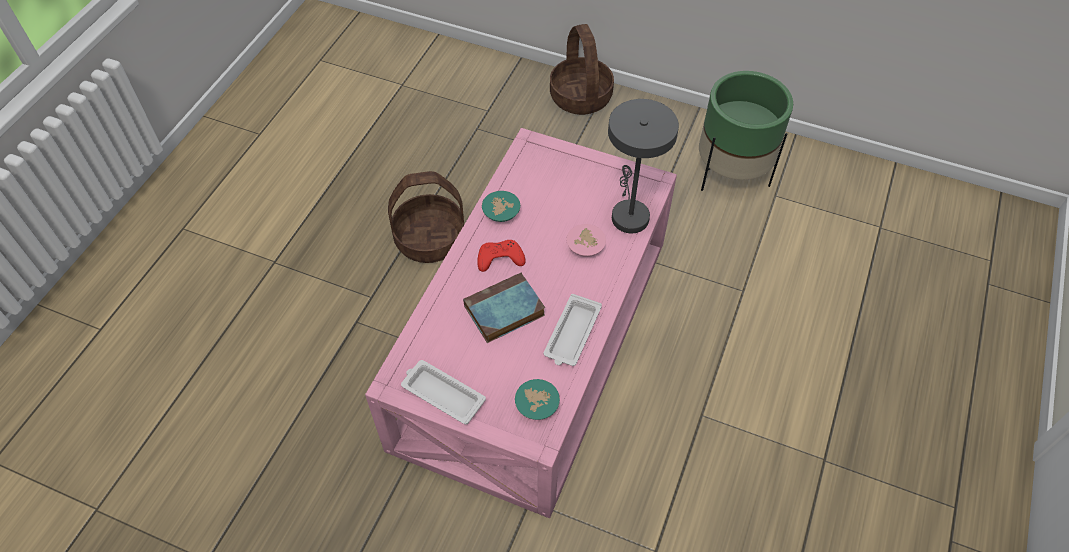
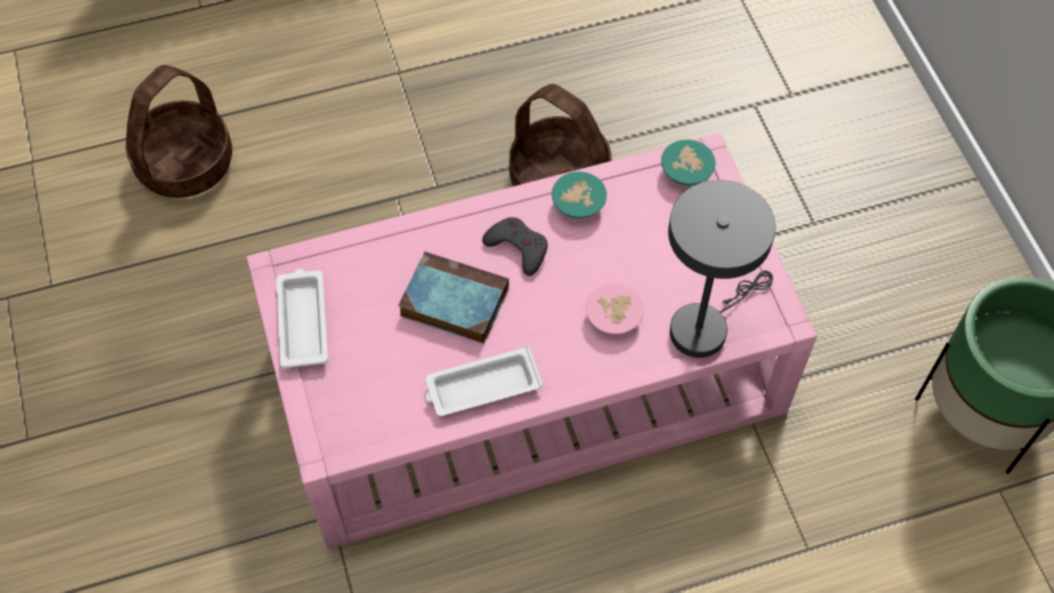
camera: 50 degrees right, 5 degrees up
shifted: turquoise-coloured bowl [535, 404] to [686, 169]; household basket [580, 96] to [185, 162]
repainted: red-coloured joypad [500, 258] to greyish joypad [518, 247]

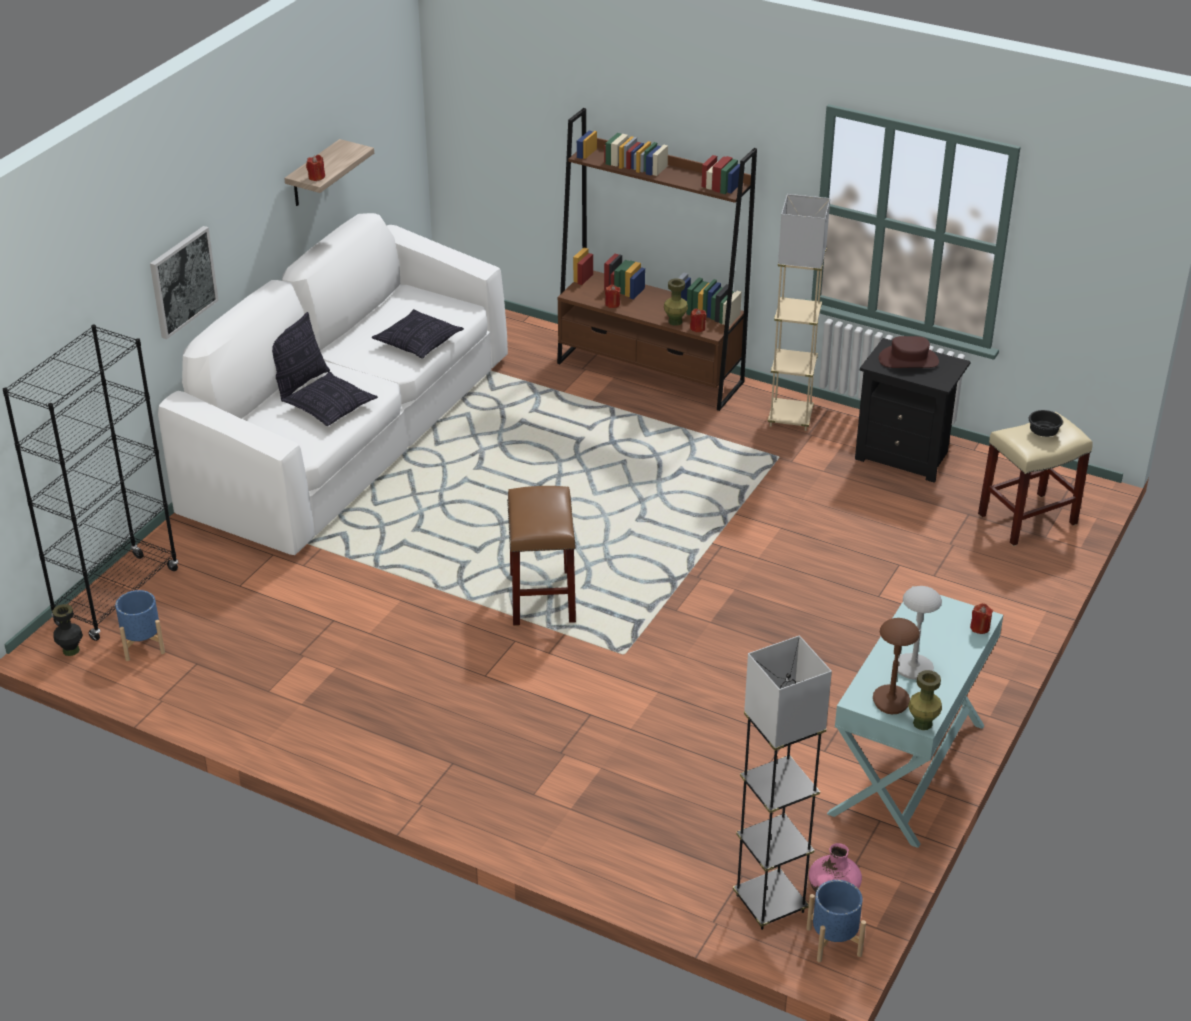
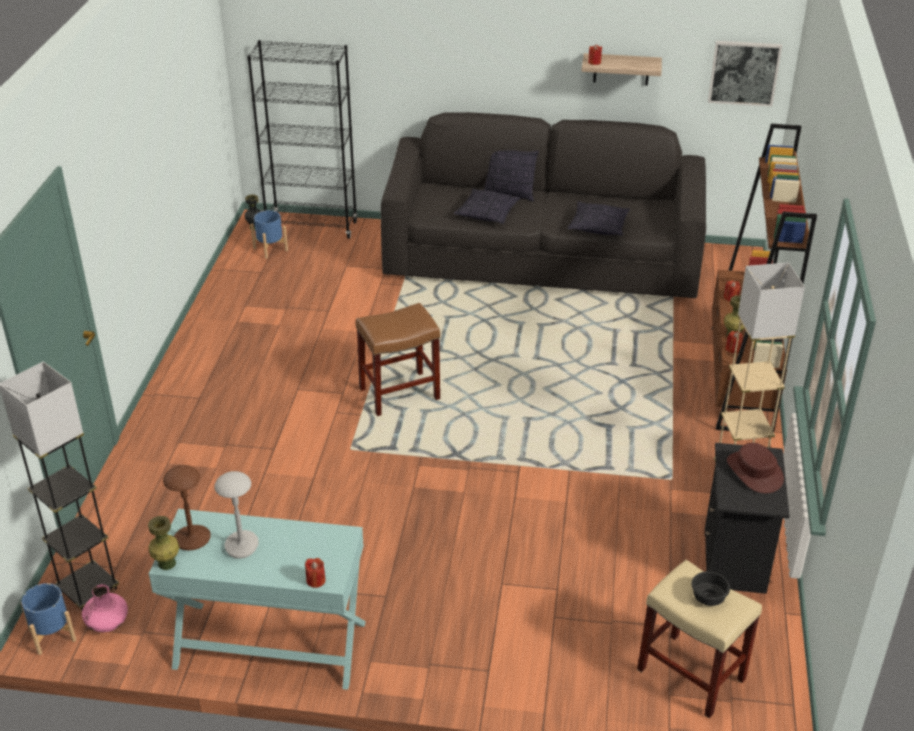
camera: 70 degrees right, 0 degrees up
shifted: wall picture [182, 281] to [744, 73]
repainted: white settee [351, 434] to black-coloured settee [542, 261]

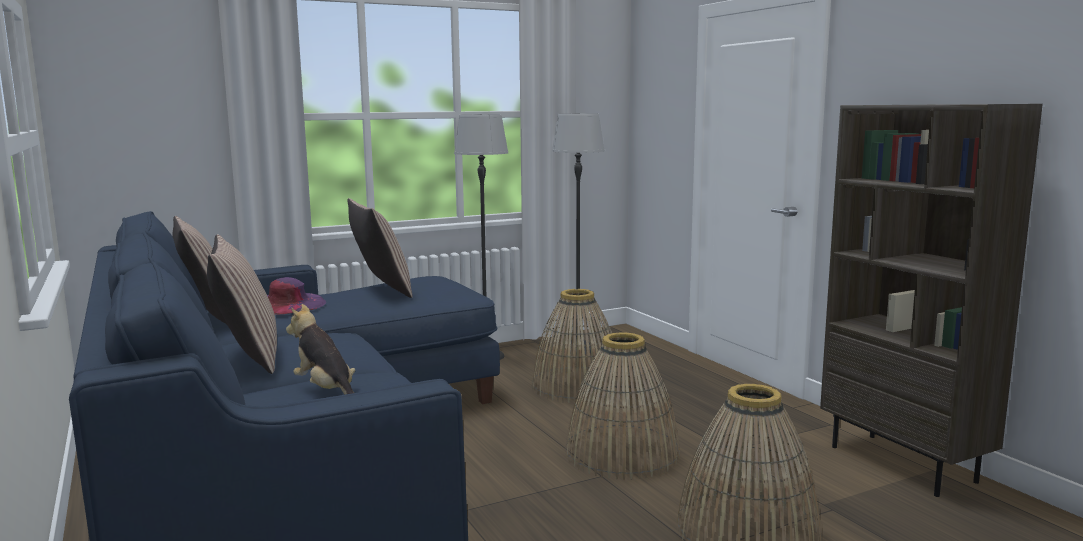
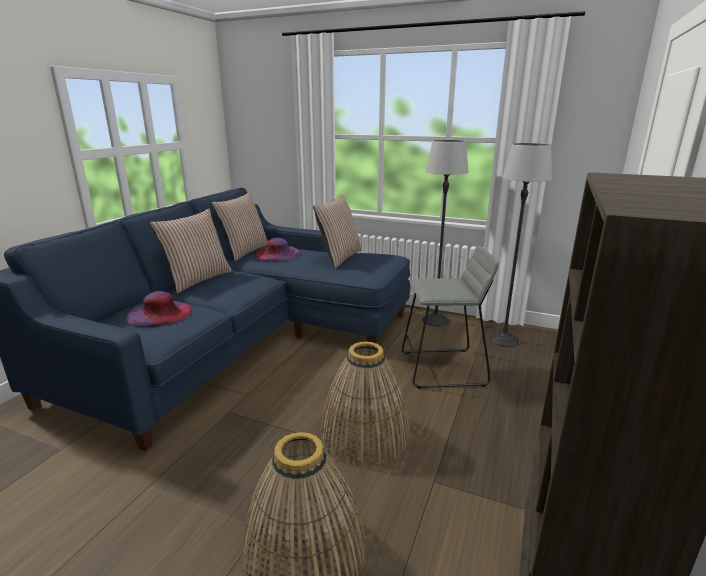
camera: 50 degrees right, 10 degrees up
swapped: cuddly toy [326, 391] to purple-coloured hat [160, 313]; household basket [577, 386] to greyish stool [443, 368]

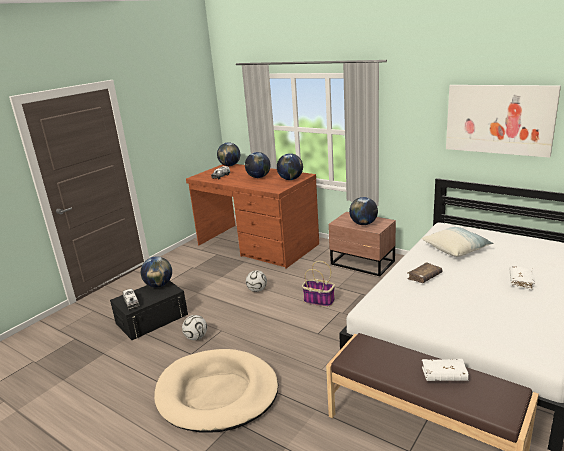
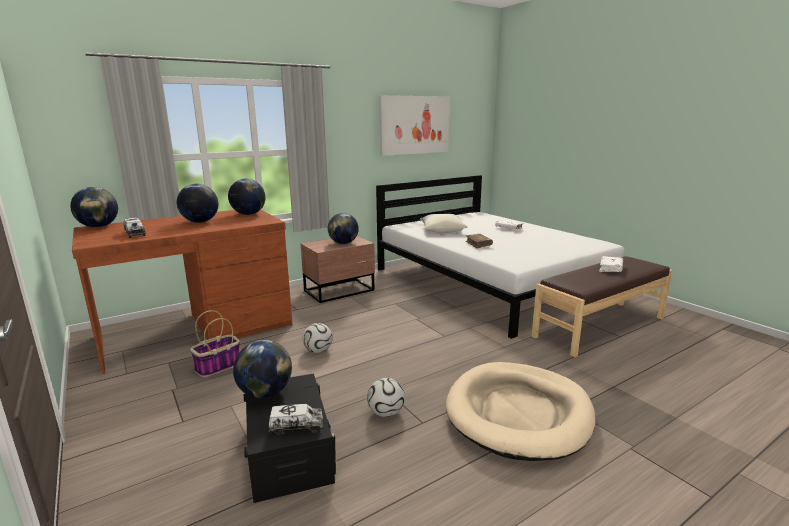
camera: 70 degrees left, 5 degrees down
shifted: household basket [318, 301] to [218, 367]

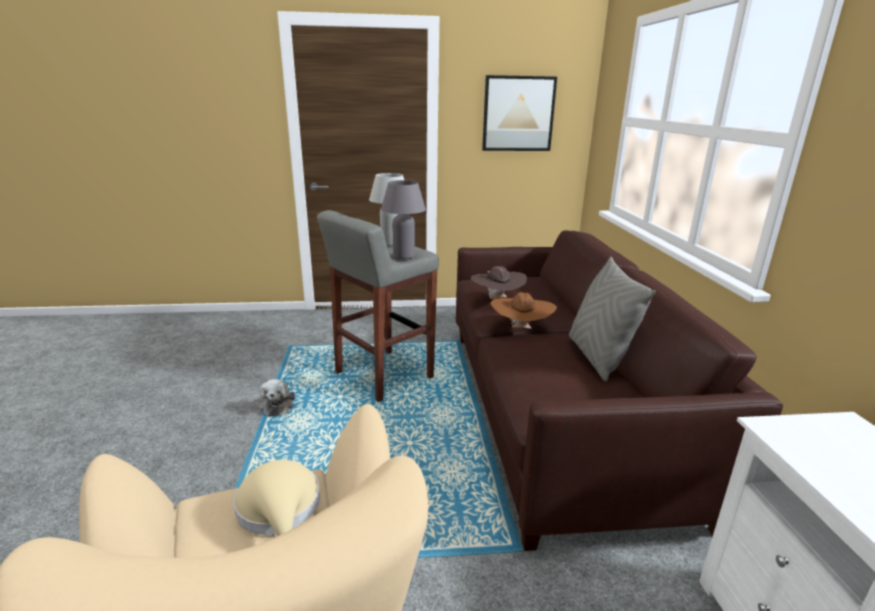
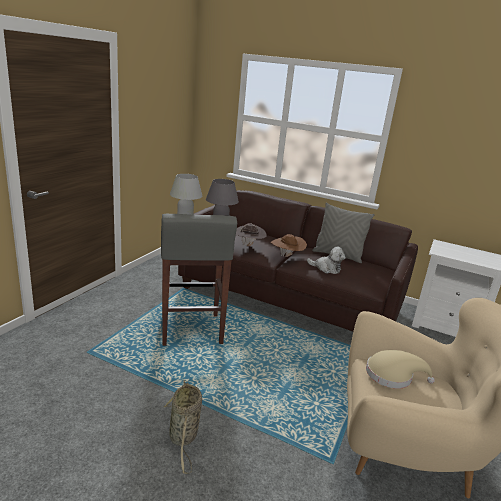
camera: 60 degrees left, 0 degrees up
gone: wall picture [518, 114]
new: household basket [183, 438]
shifted: cuddly toy [277, 406] to [326, 268]

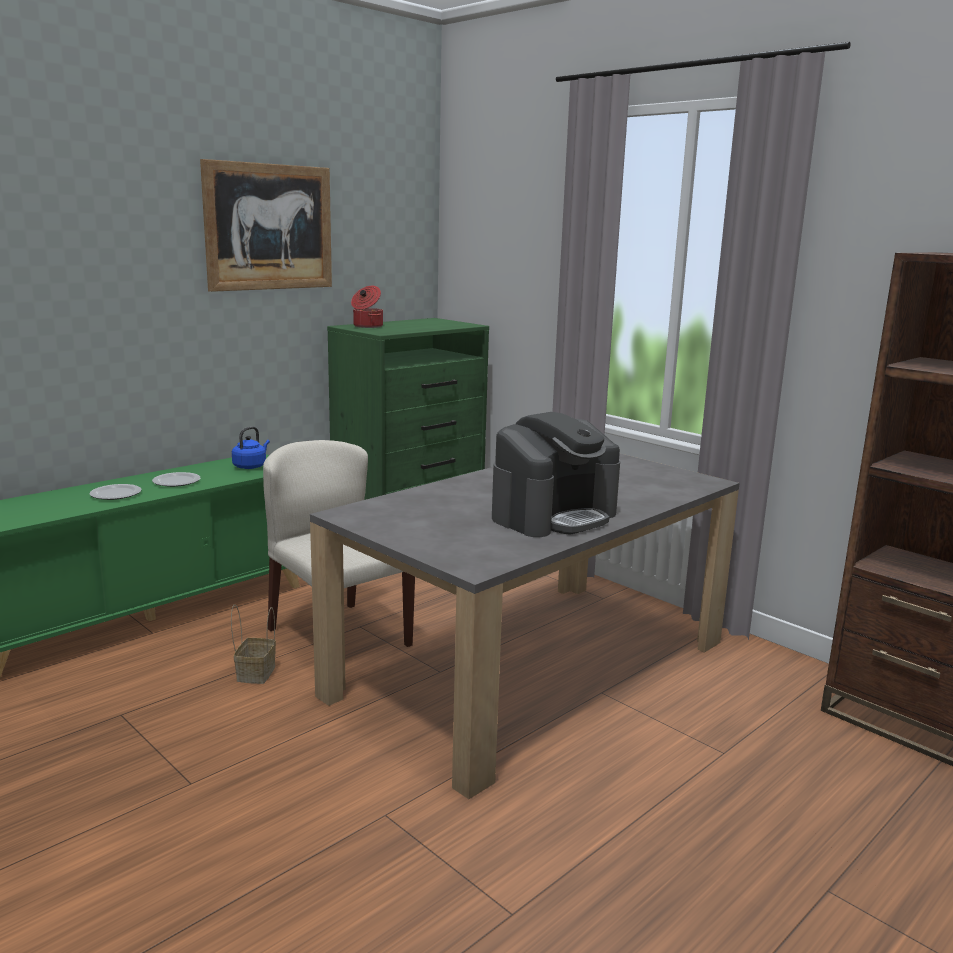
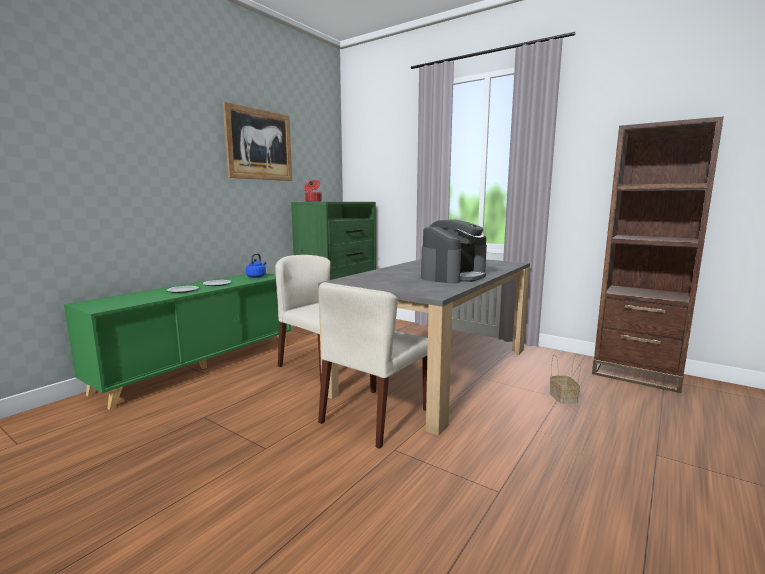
camera: 10 degrees left, 5 degrees down
new: beige-coloured chair [375, 416]
shifted: household basket [255, 672] to [562, 397]

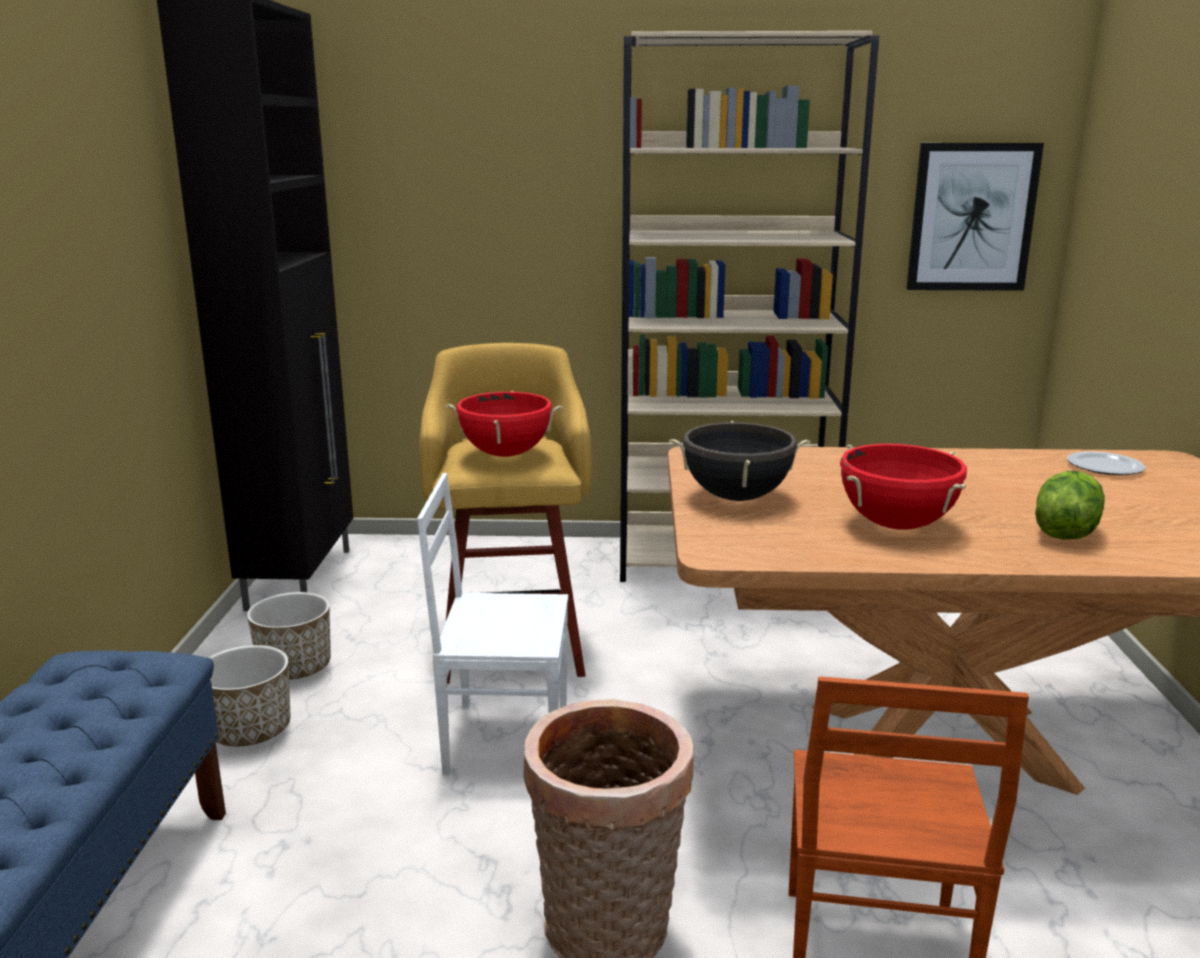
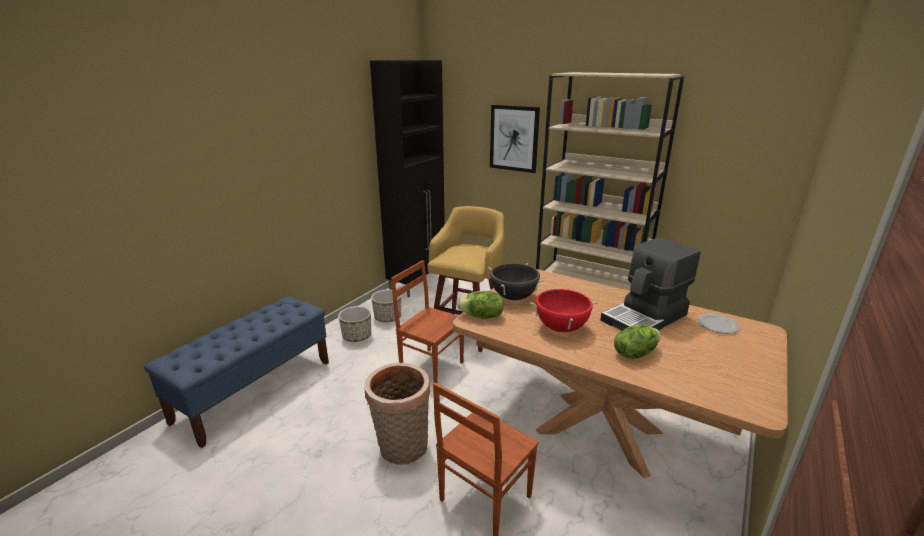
camera: 30 degrees right, 5 degrees up
gone: red-coloured stockpot [505, 454]
new: lettuce [481, 316]; coffee brewer [645, 318]
shifted: wall picture [972, 217] to [514, 138]
repainted: white chair [505, 738] to brown-coloured chair [431, 366]

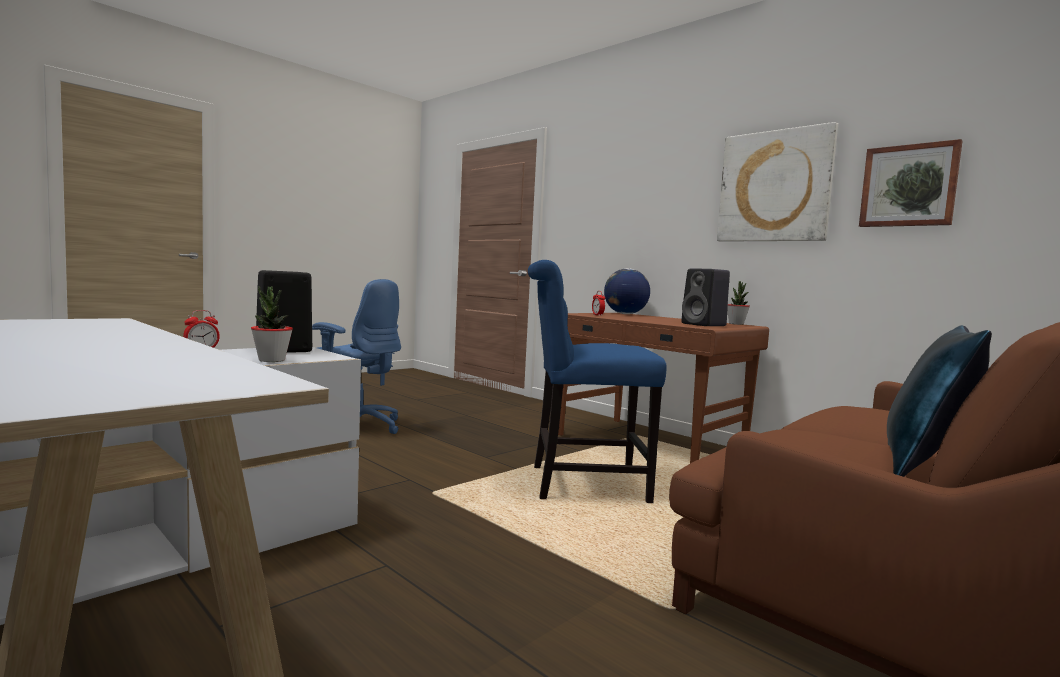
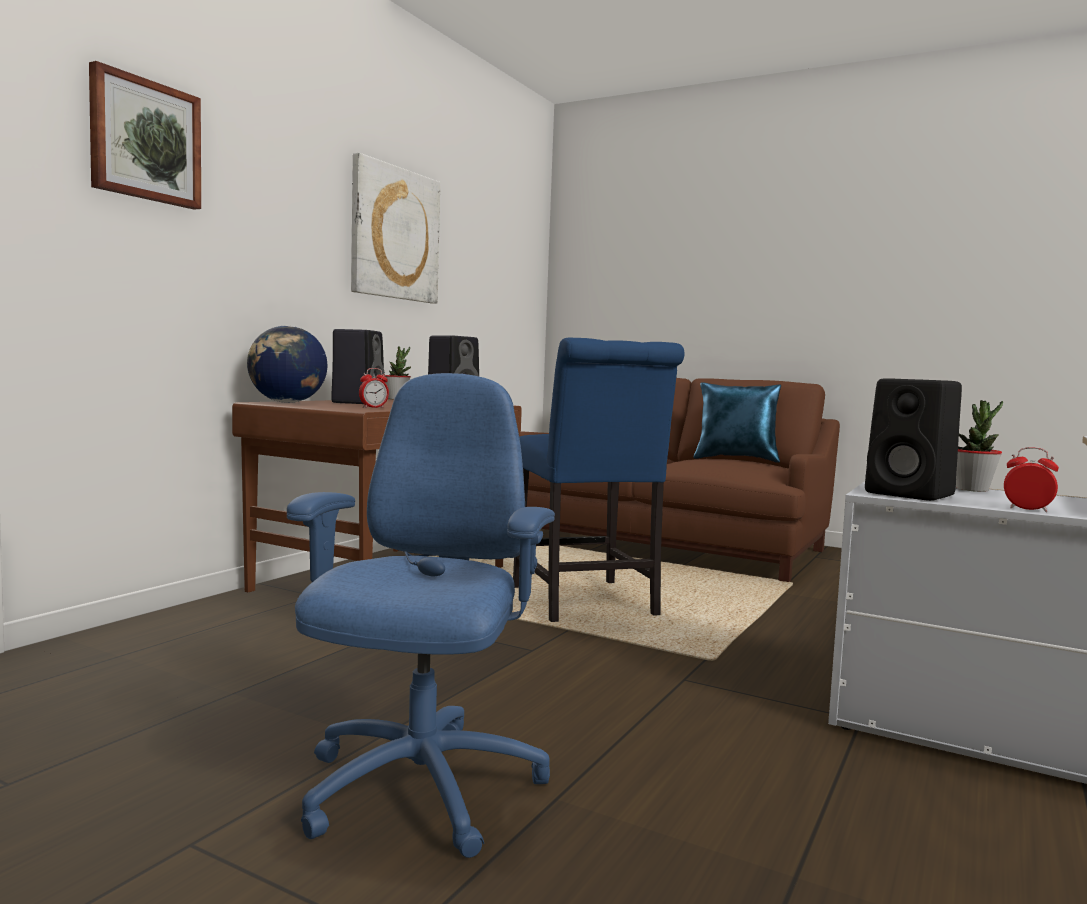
camera: 105 degrees left, 0 degrees up
new: black-coloured speaker [358, 402]
shifted: wall picture [909, 186] to [145, 141]

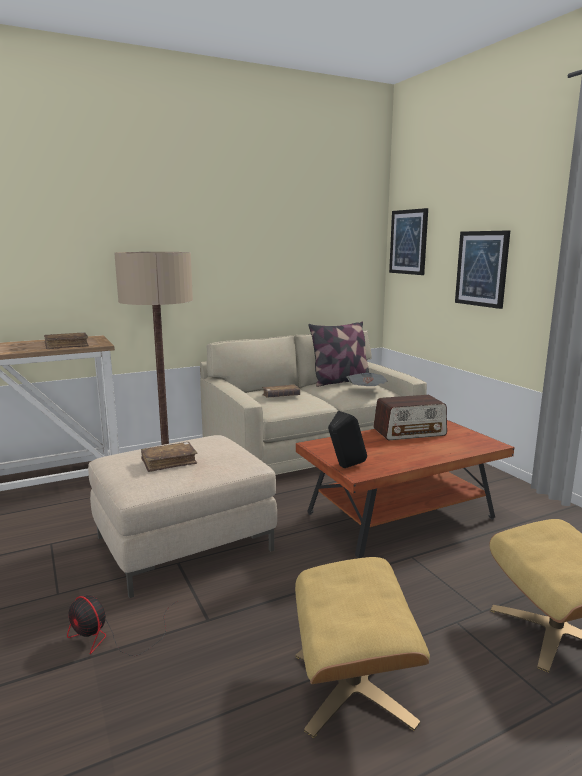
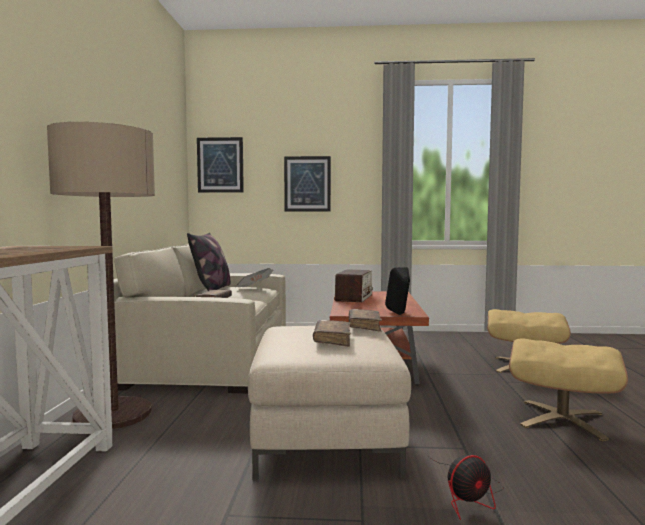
camera: 60 degrees left, 10 degrees down
shifted: brown-coloured book [66, 346] to [364, 326]

